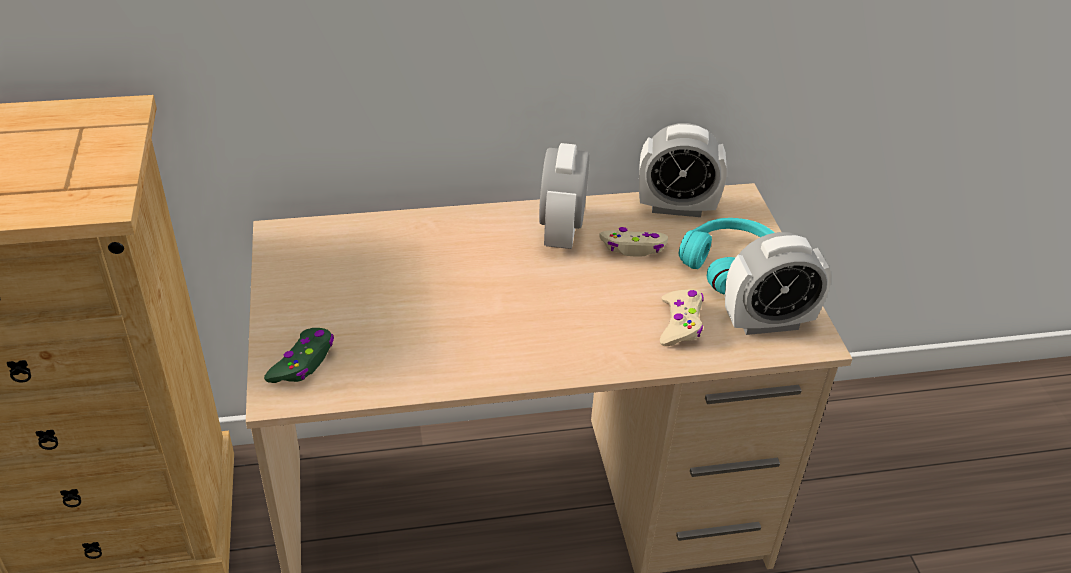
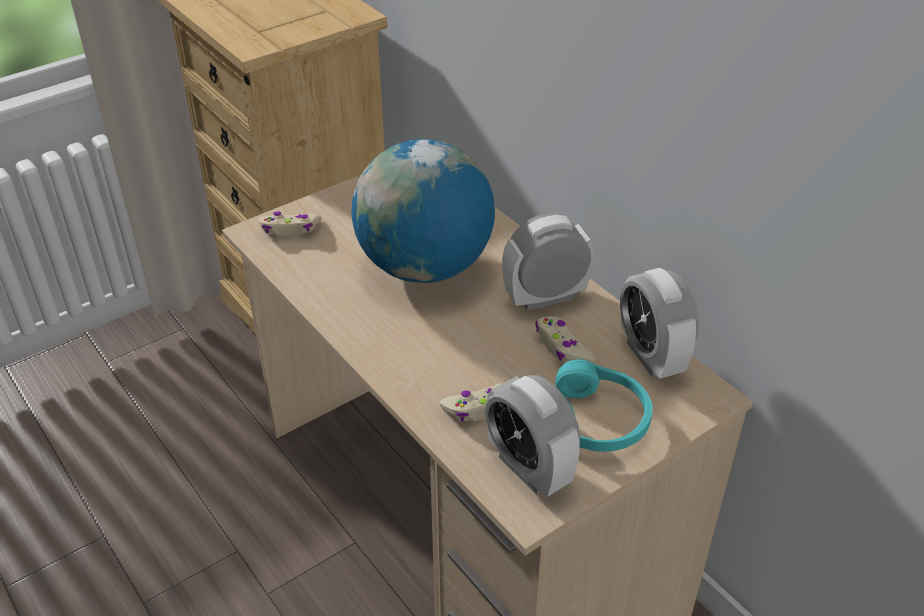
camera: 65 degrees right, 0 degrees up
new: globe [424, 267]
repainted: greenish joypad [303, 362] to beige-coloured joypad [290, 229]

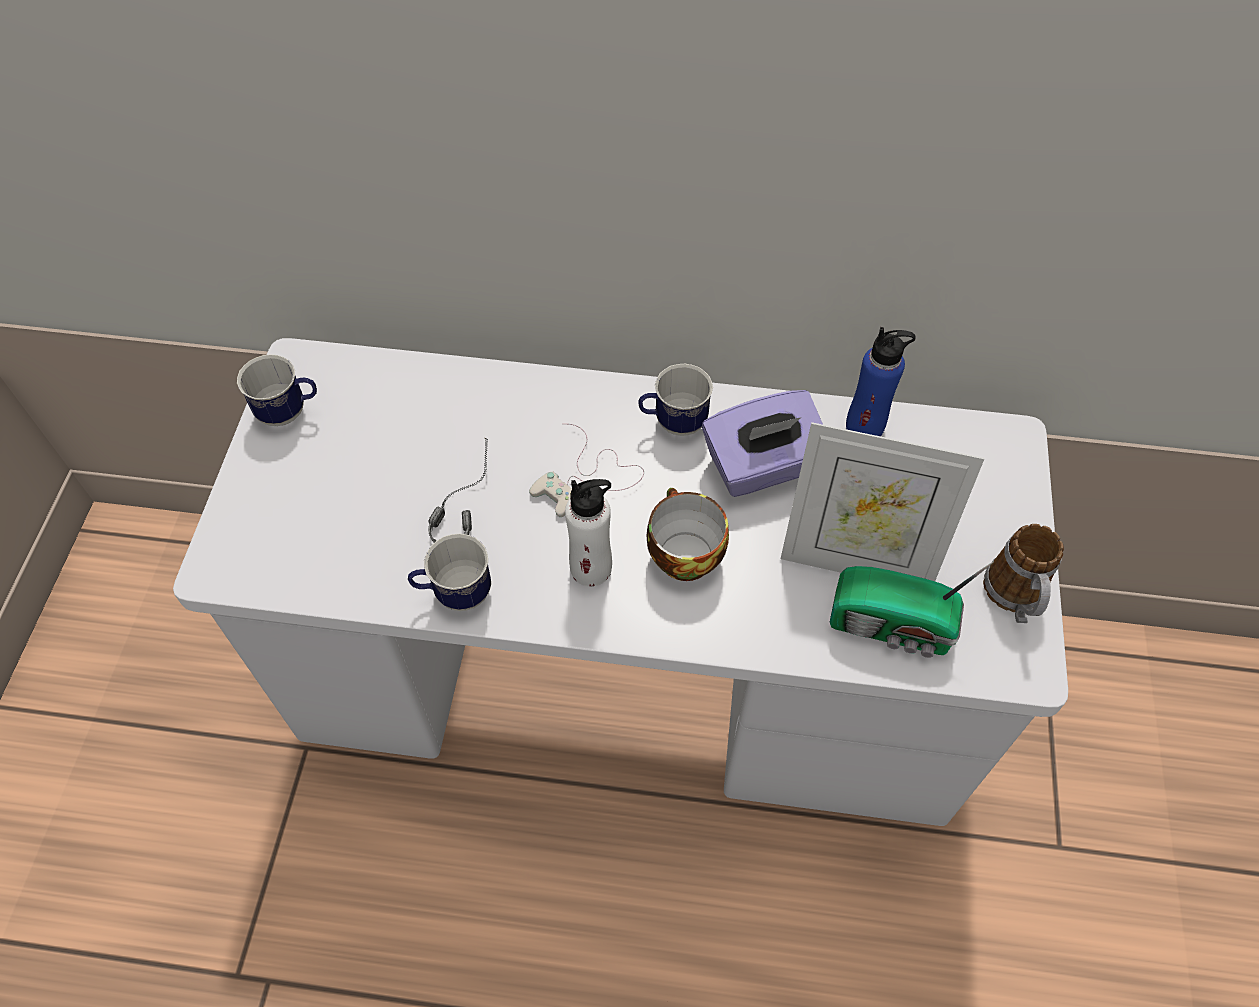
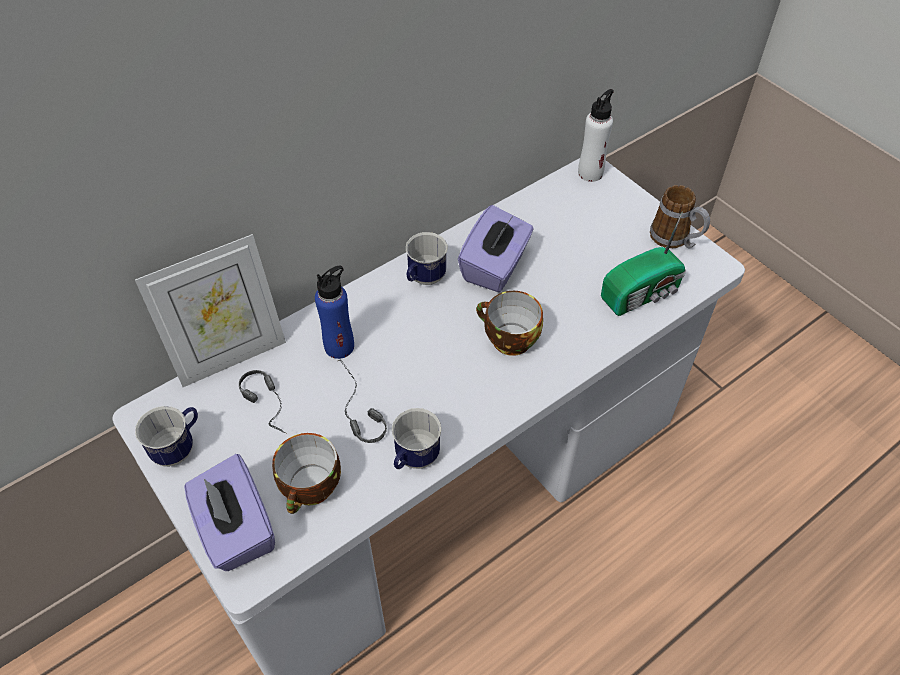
camera: 45 degrees left, 5 degrees down
gone: white joypad [588, 477]
new: purple-coloured tissue holder [236, 529]; headset [272, 407]; cup [312, 489]
shifted: white bottle [591, 568] to [590, 173]; standing frame [857, 562] to [231, 356]; blue bottle [865, 426] to [339, 346]

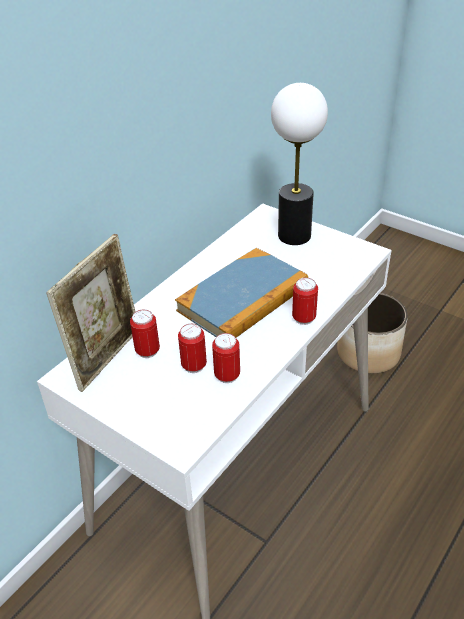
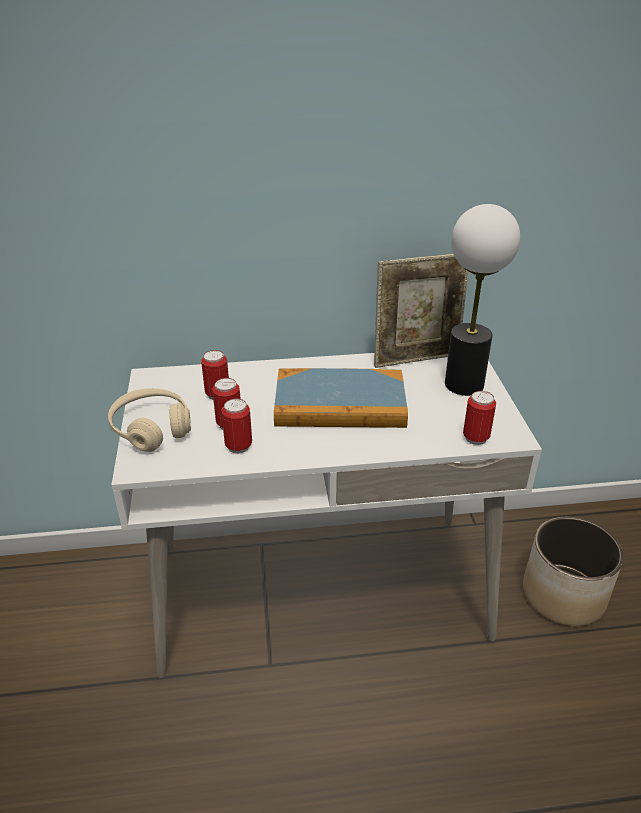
camera: 45 degrees right, 5 degrees down
new: beige-coloured headset [151, 429]
shifted: standing frame [107, 357] to [416, 359]; metal can [303, 318] to [475, 438]

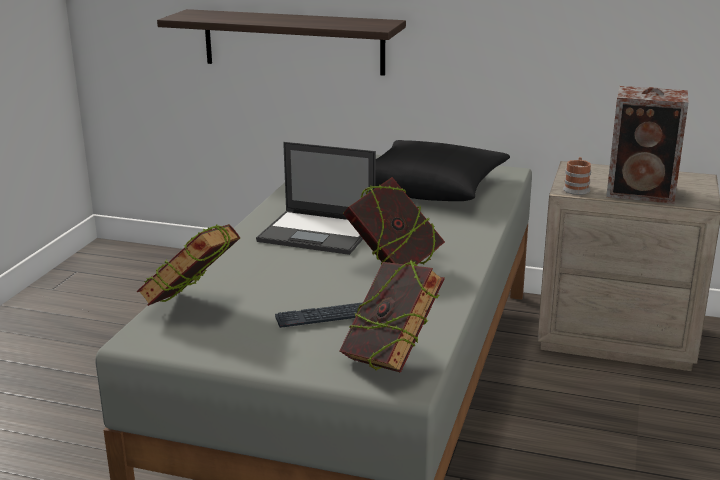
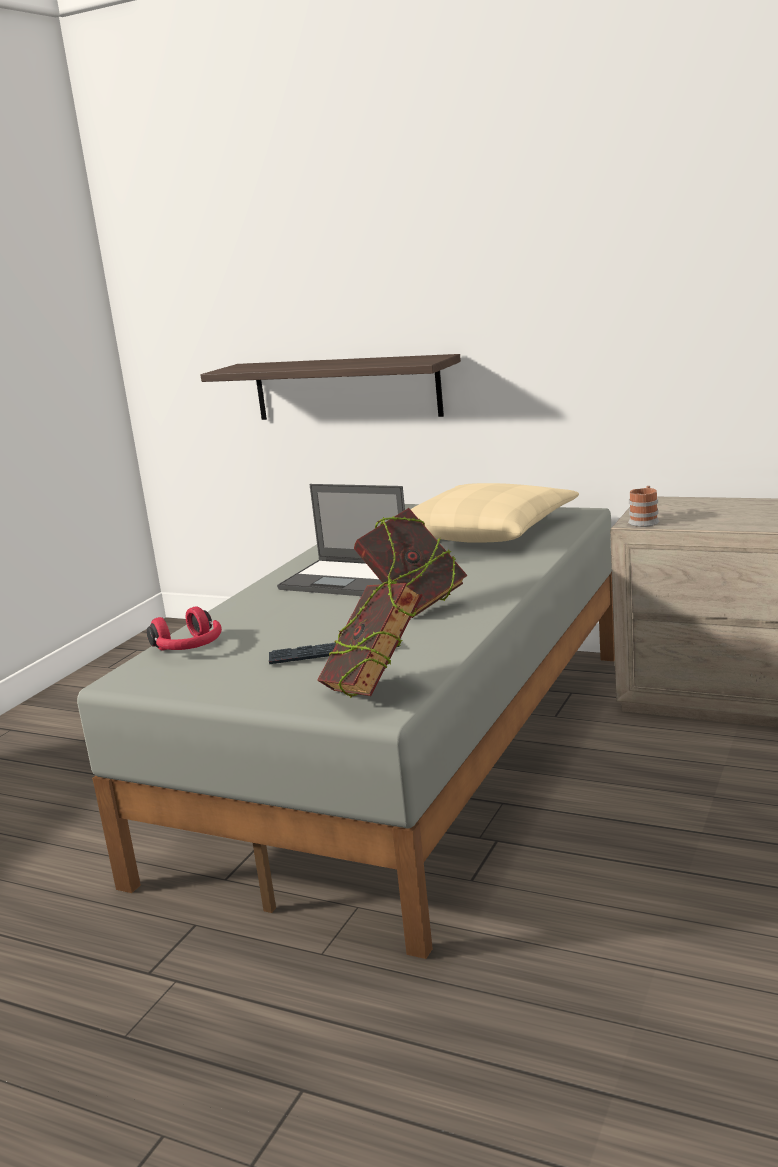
camera: 10 degrees right, 5 degrees down
gone: speaker [643, 192]
swapped: book [193, 305] to red-coloured headset [189, 648]
repainted: black-coloured pillow [430, 186] to beige-coloured pillow [487, 530]

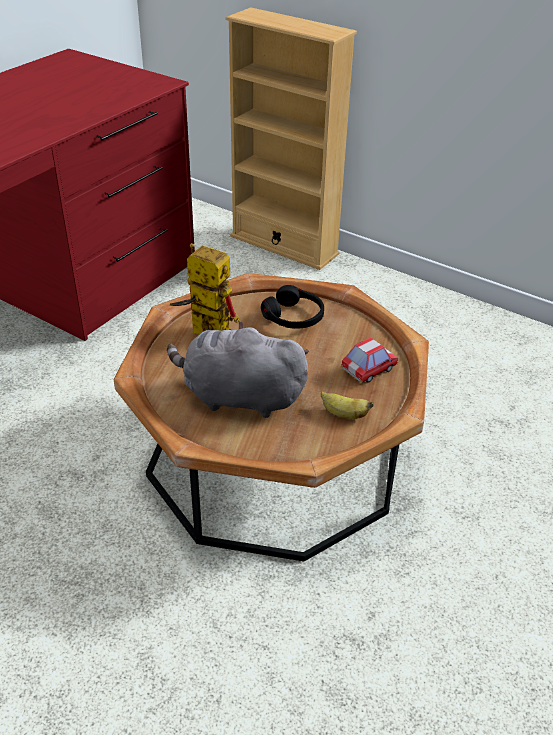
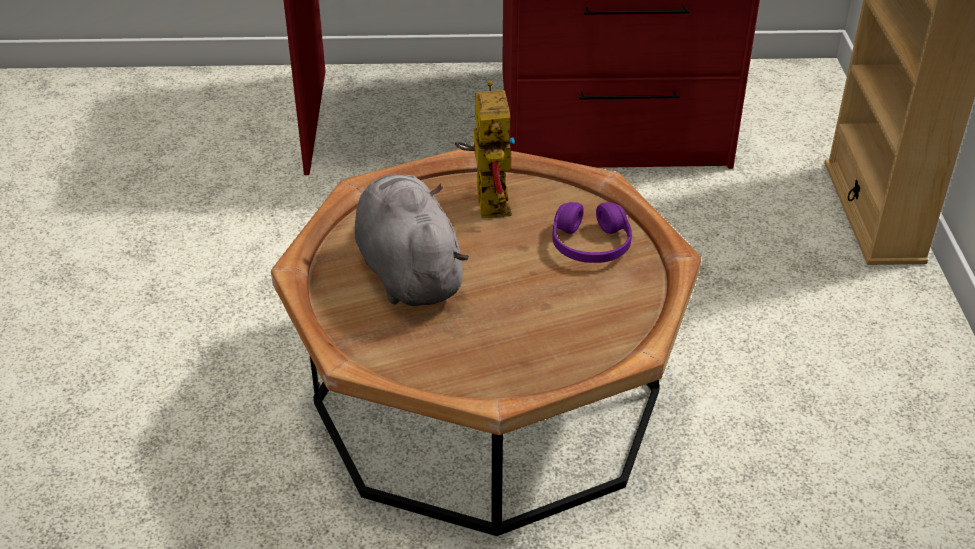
camera: 55 degrees right, 0 degrees up
gone: whole banana [343, 414]; miniature car [369, 369]
repainted: black-coloured headset [294, 317] to purple-coloured headset [590, 245]

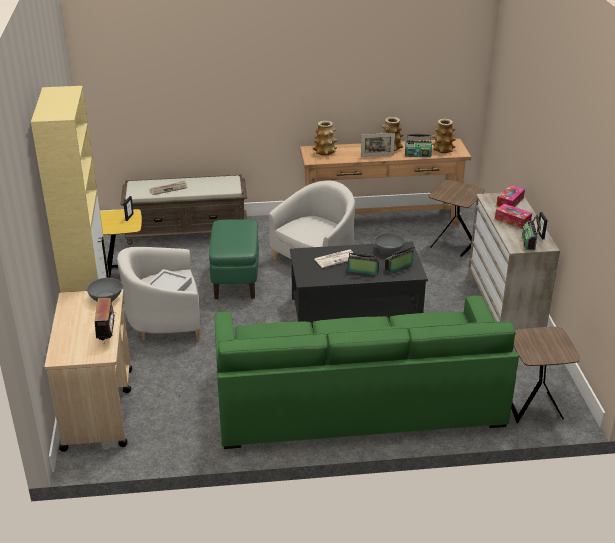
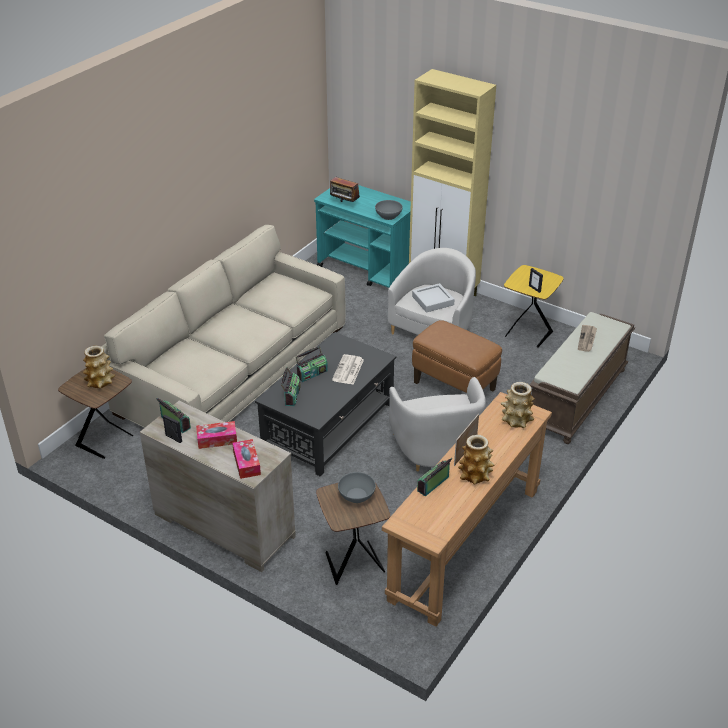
camera: 130 degrees right, 5 degrees up
shifted: greyish bowl [389, 250] to [356, 495]; vase [443, 149] to [100, 382]
repainted: beige-coloured cart [98, 408] to turquoise-coloured cart [367, 270]; greenish footrest [236, 280] to brown-coloured footrest [454, 386]; greenish settee [356, 397] to beige-coloured settee [234, 368]

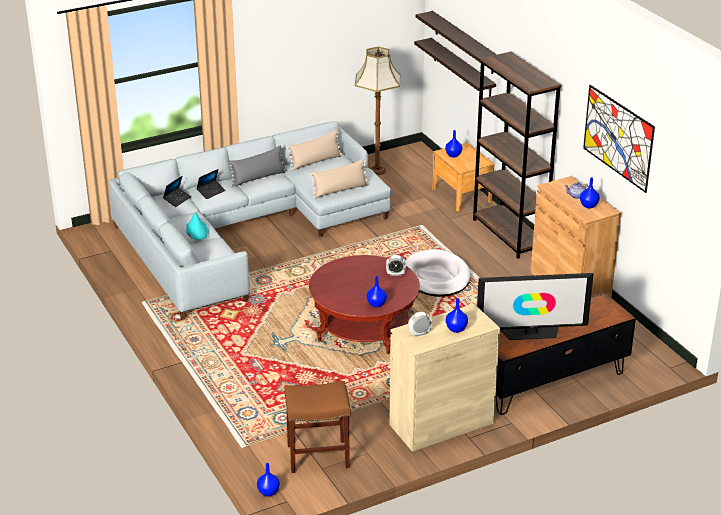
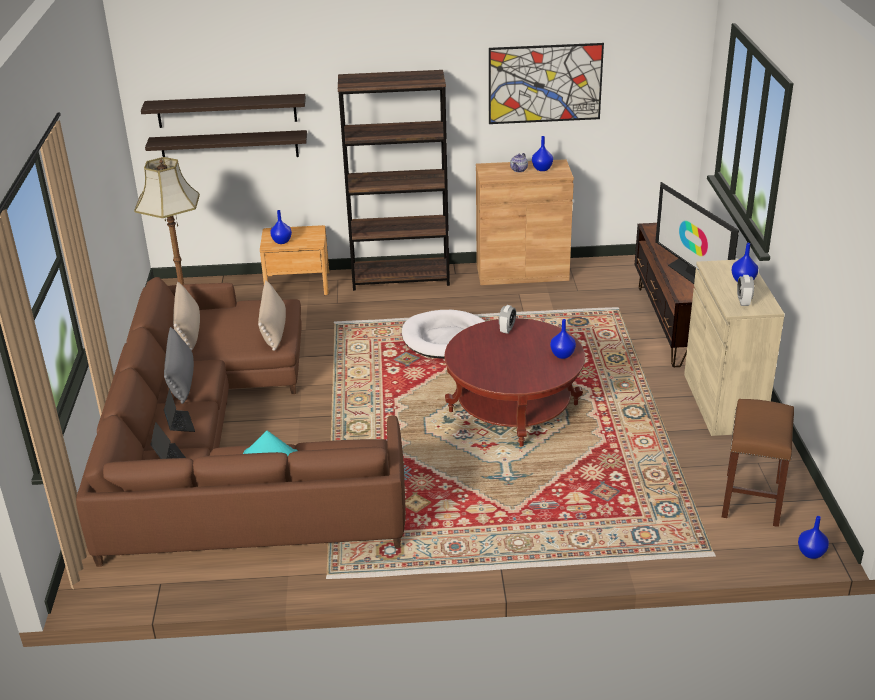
camera: 65 degrees left, 0 degrees up
repainted: greyish settee [243, 230] to brown-coloured settee [224, 448]
rotated: television [531, 333] = [692, 274] 135 degrees clockwise

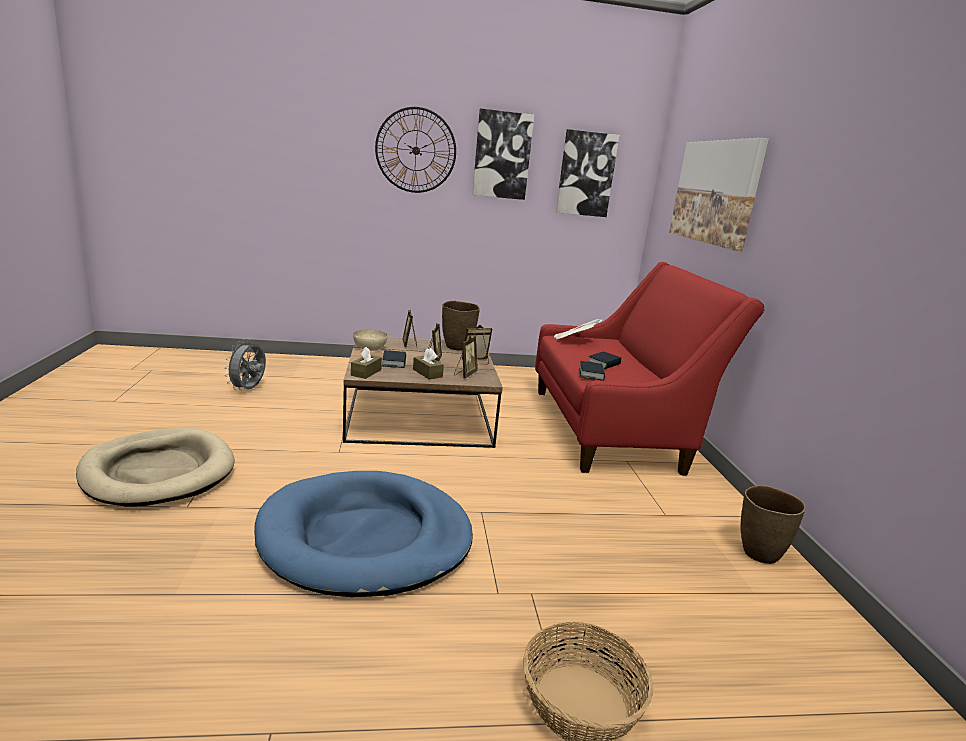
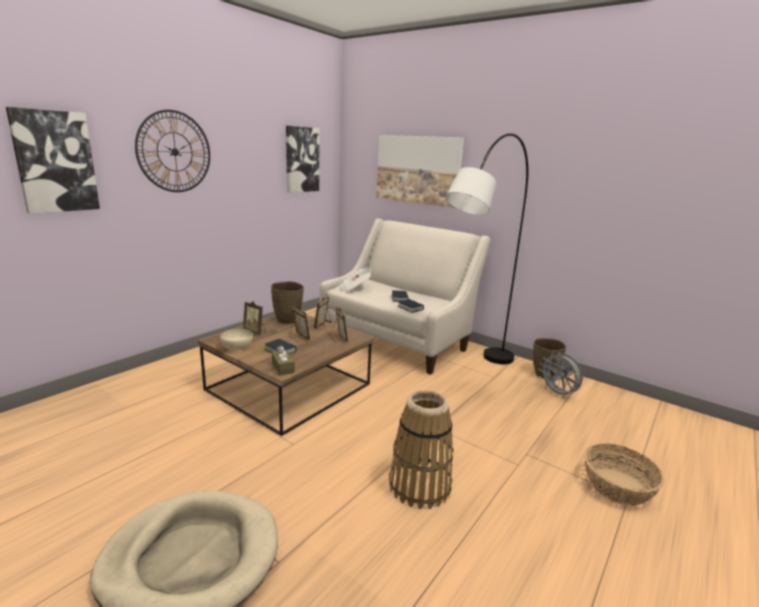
camera: 45 degrees left, 0 degrees up
gone: brown-coloured tissue holder [427, 373]
new: greyish floor lamp [473, 377]
shifted: greyish fan [248, 390] to [558, 394]; wall picture [502, 155] to [55, 162]
swapped: blue dog cushion [366, 538] to household basket [420, 486]
repainted: red-coloured settee [613, 429] to beige-coloured settee [397, 340]

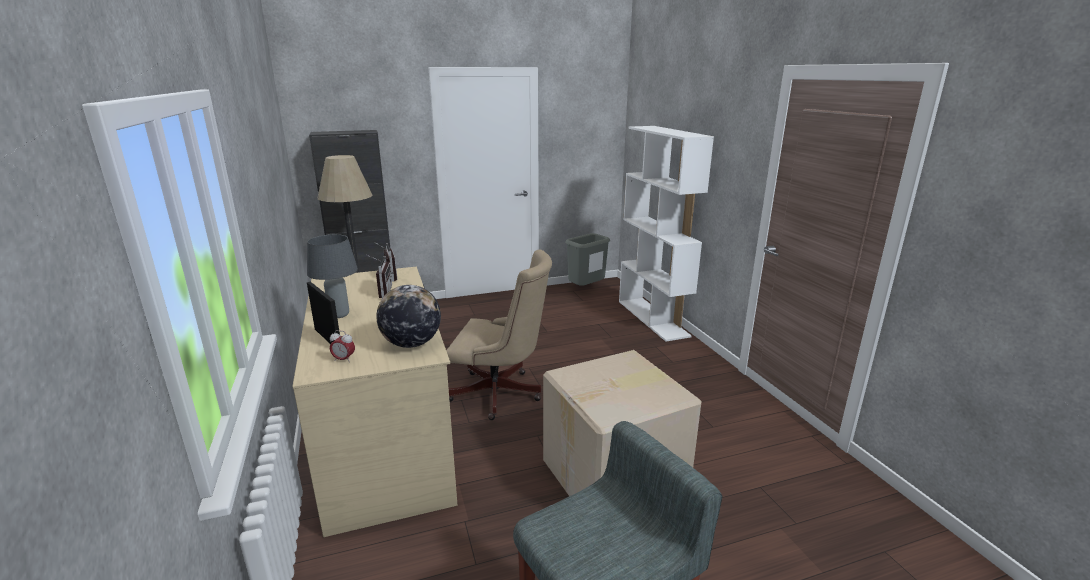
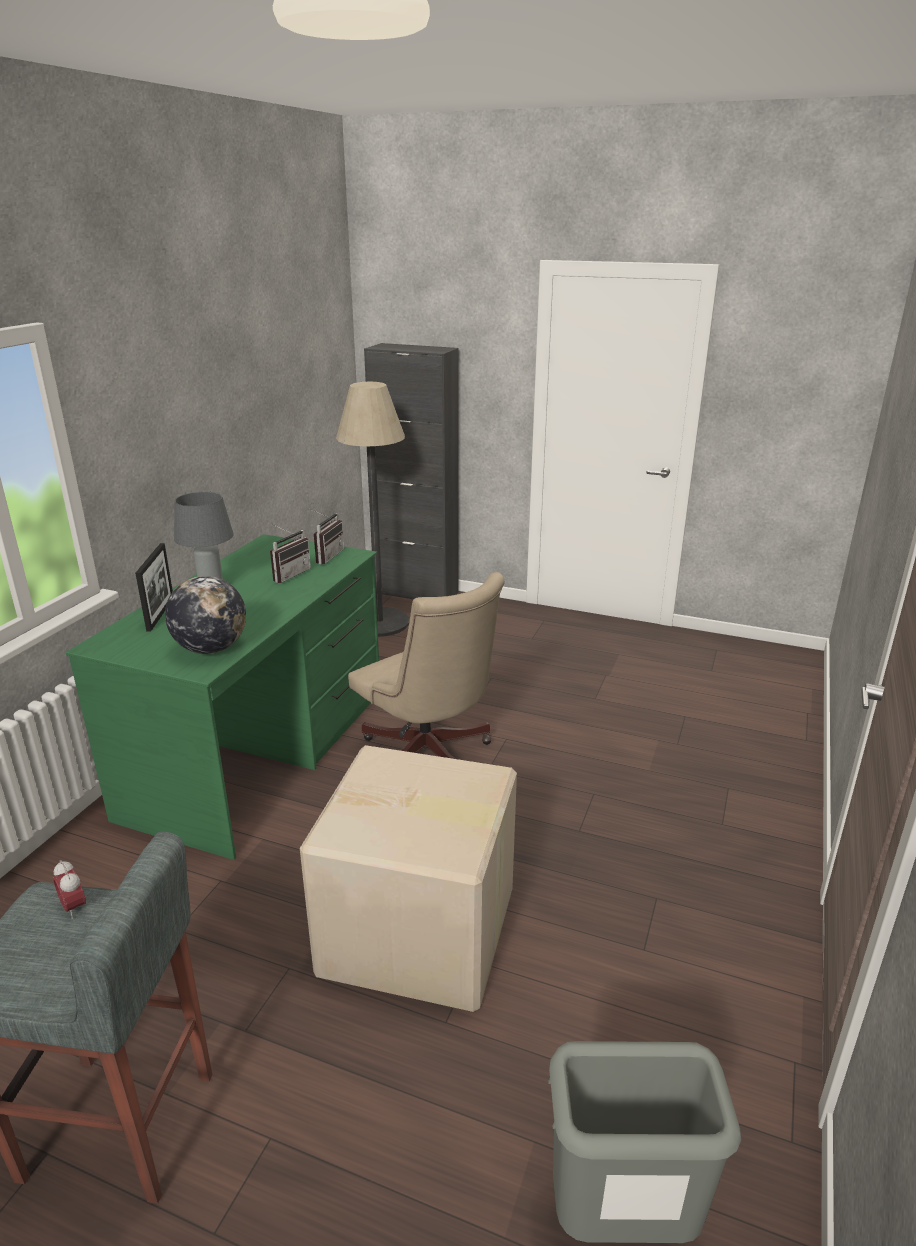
camera: 40 degrees right, 5 degrees up
gone: white bookcase [653, 318]
shifted: alarm clock [344, 360] to [74, 907]; greyish waste bin [586, 290] to [621, 1224]
repainted: beige-coloured desk unit [385, 439] to greenish desk unit [261, 752]

